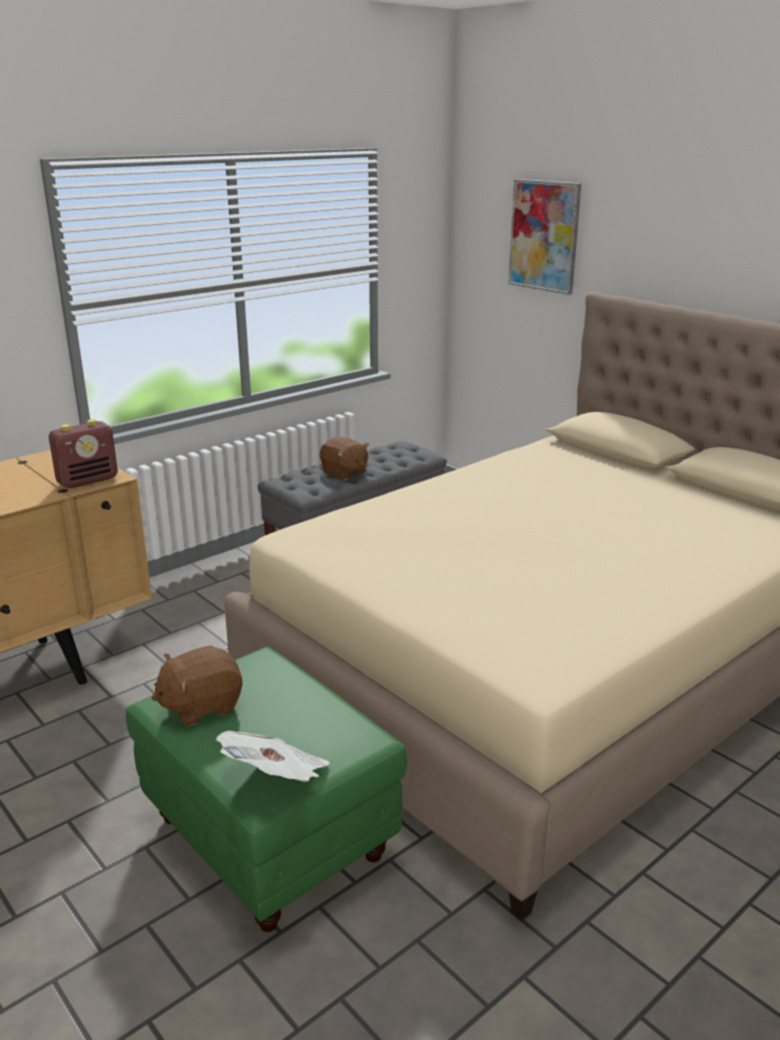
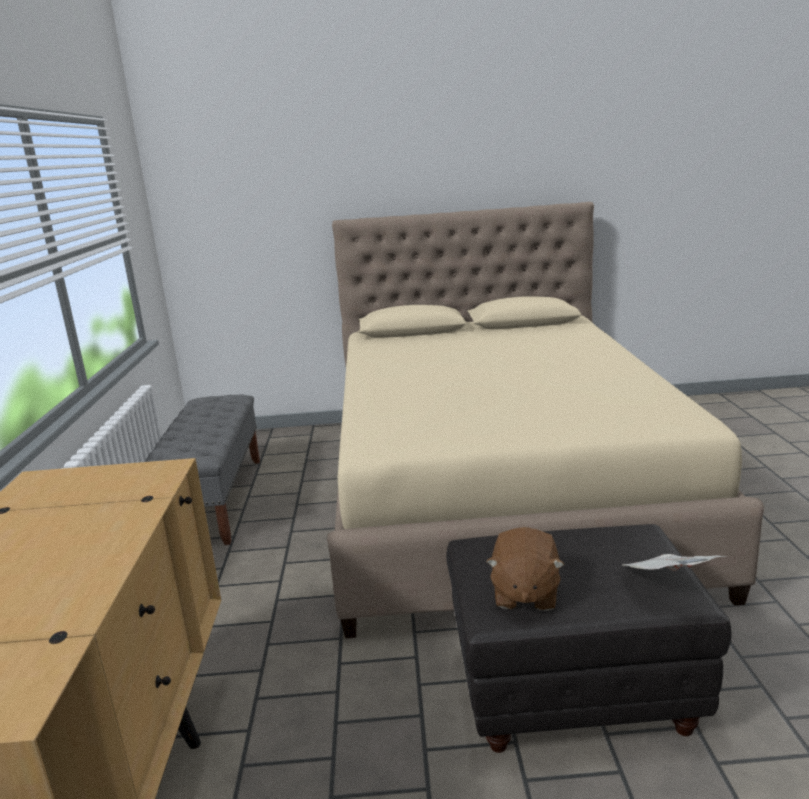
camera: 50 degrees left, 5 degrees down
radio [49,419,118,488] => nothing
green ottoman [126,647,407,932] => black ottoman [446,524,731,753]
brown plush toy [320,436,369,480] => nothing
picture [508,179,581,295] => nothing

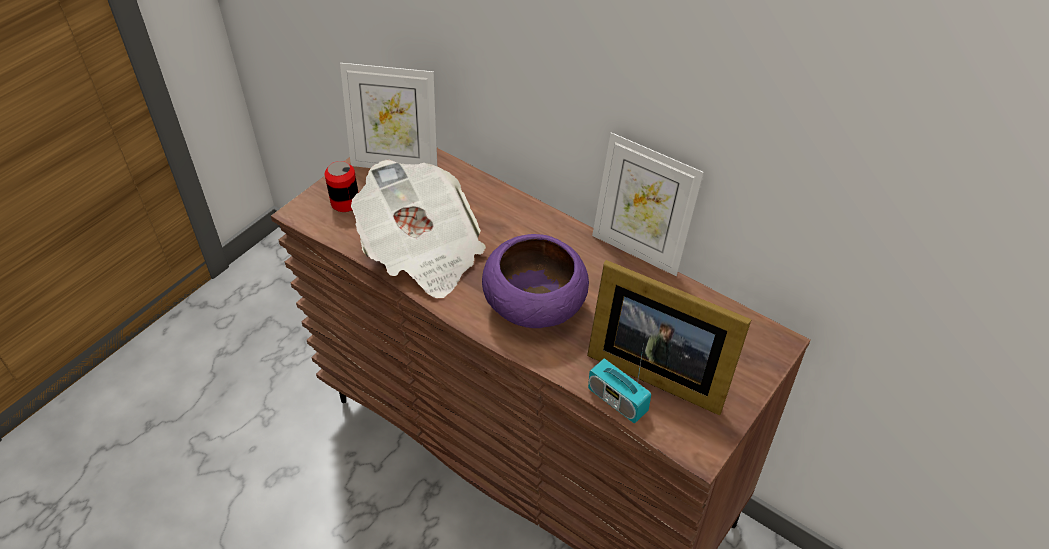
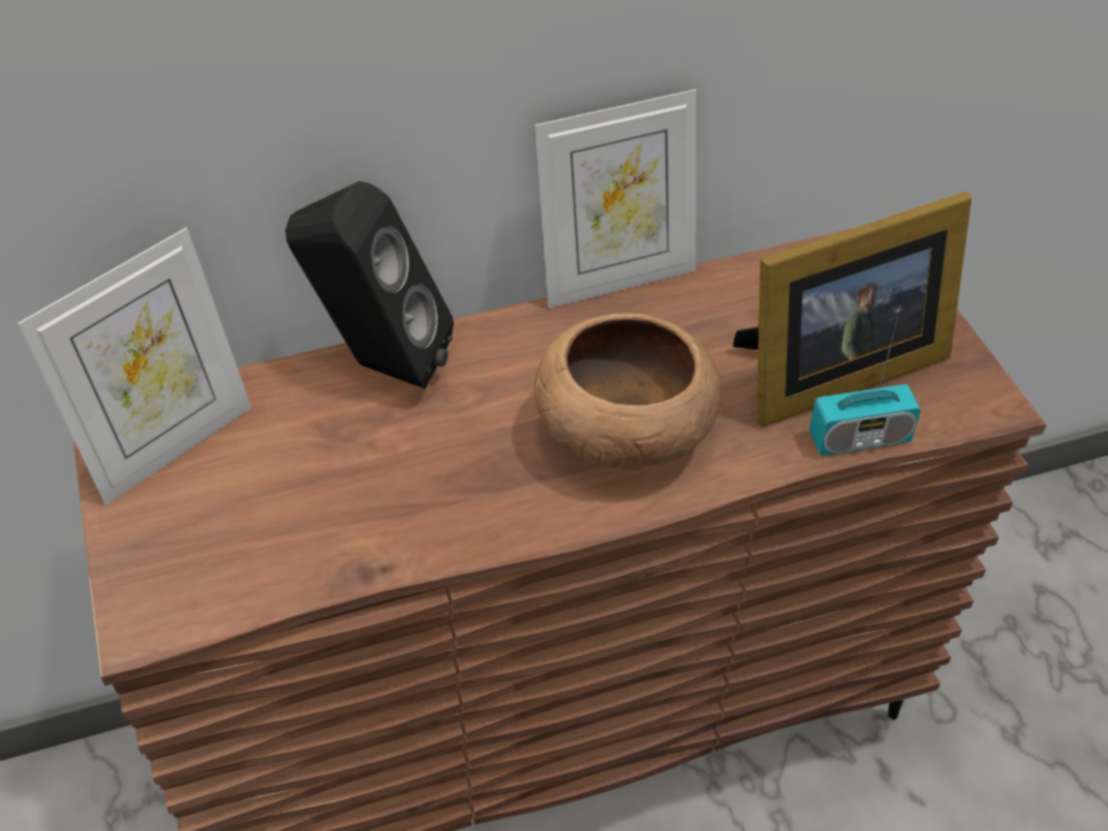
camera: 55 degrees left, 0 degrees up
can [325,161,359,212] => nothing
newspaper [351,159,486,298] => nothing
purple bowl [482,234,589,328] => brown bowl [534,313,722,470]
nothing => black speaker [285,181,454,389]

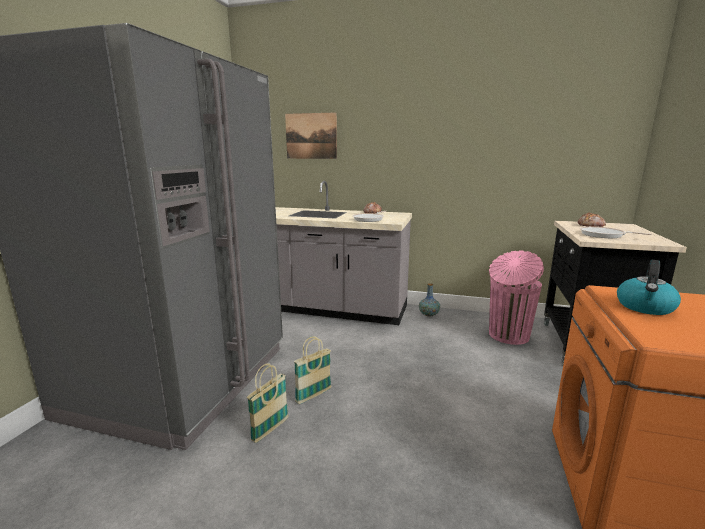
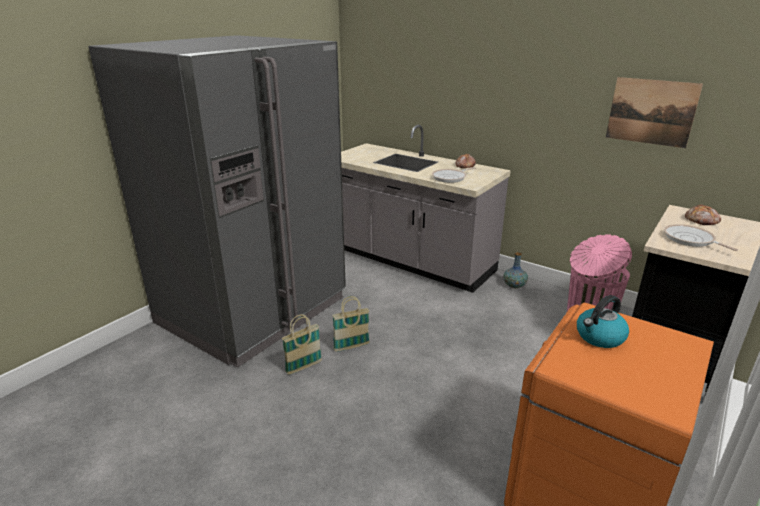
camera: 20 degrees right, 10 degrees up
picture [285,112,337,159] => picture [606,77,703,148], relocated

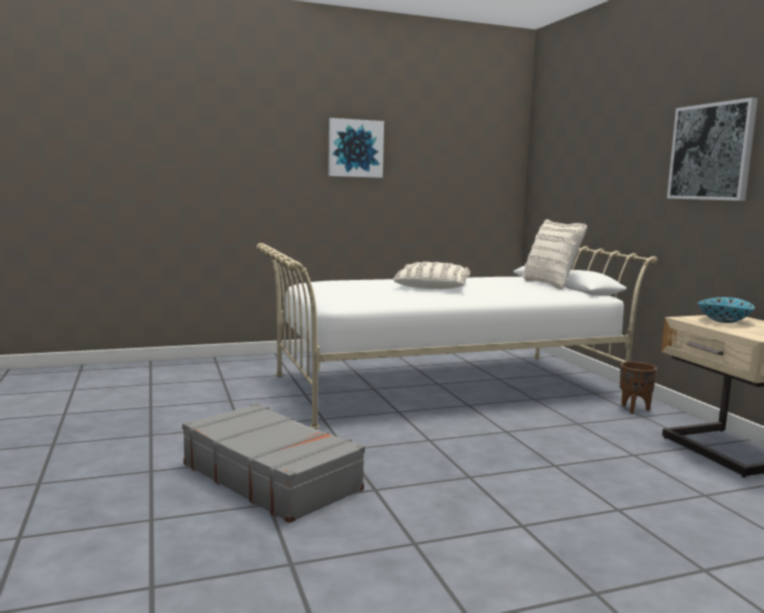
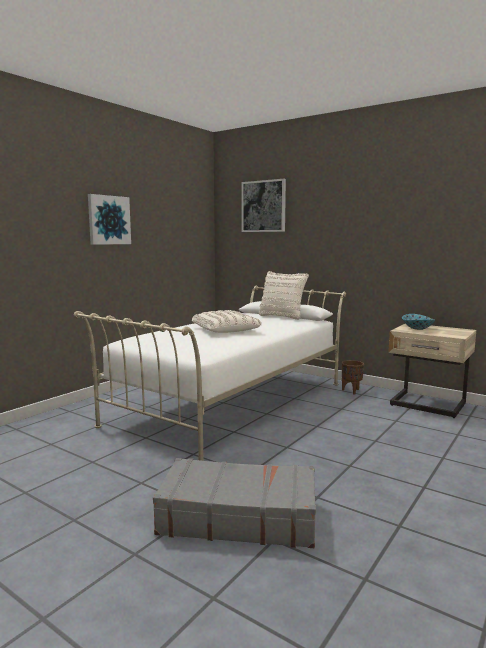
camera: 35 degrees left, 0 degrees up
picture [667,97,758,201] => picture [242,179,286,232], relocated

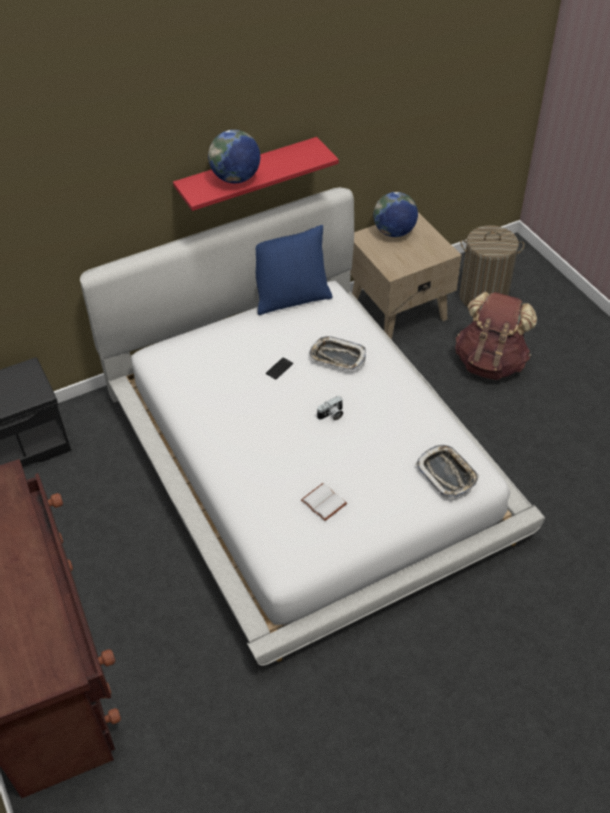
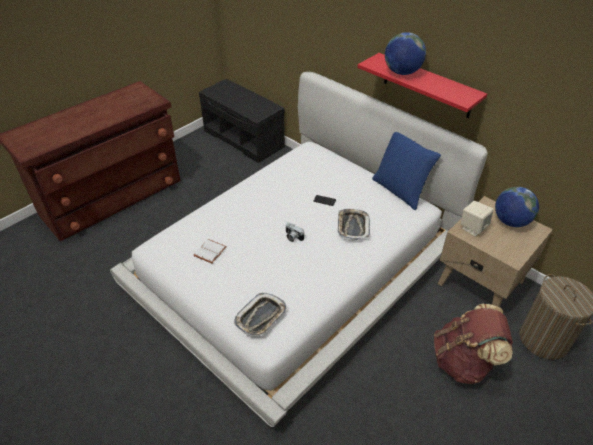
camera: 70 degrees right, 5 degrees down
nothing => beige speaker [461,201,494,236]

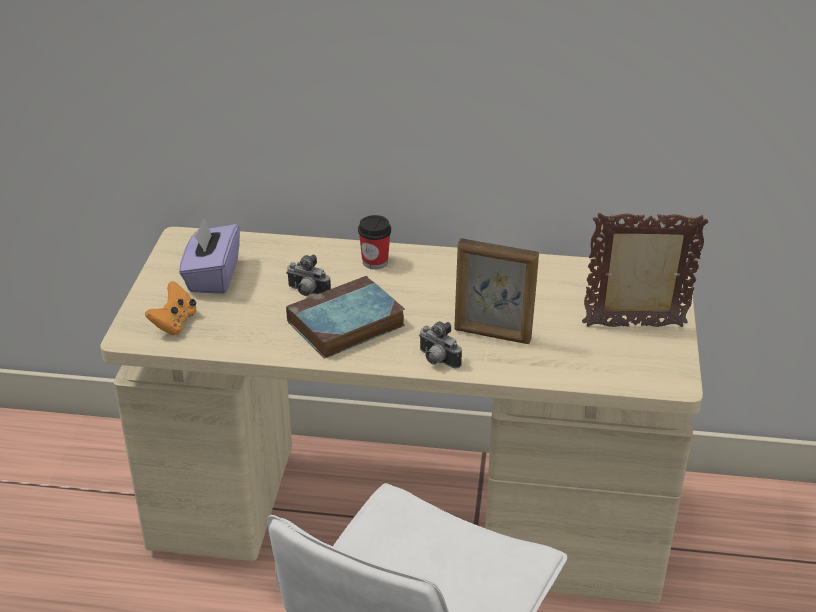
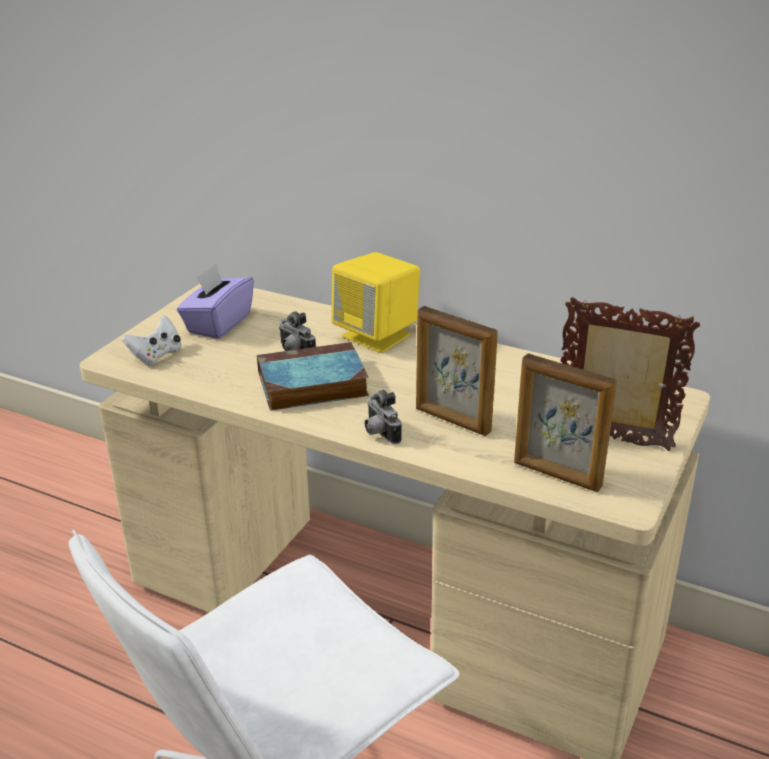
camera: 20 degrees right, 5 degrees down
orange game controller [145,281,196,335] => white game controller [123,315,181,365]
cup [358,215,391,269] => yellow speaker [331,252,420,353]
nothing => picture frame [514,353,617,492]

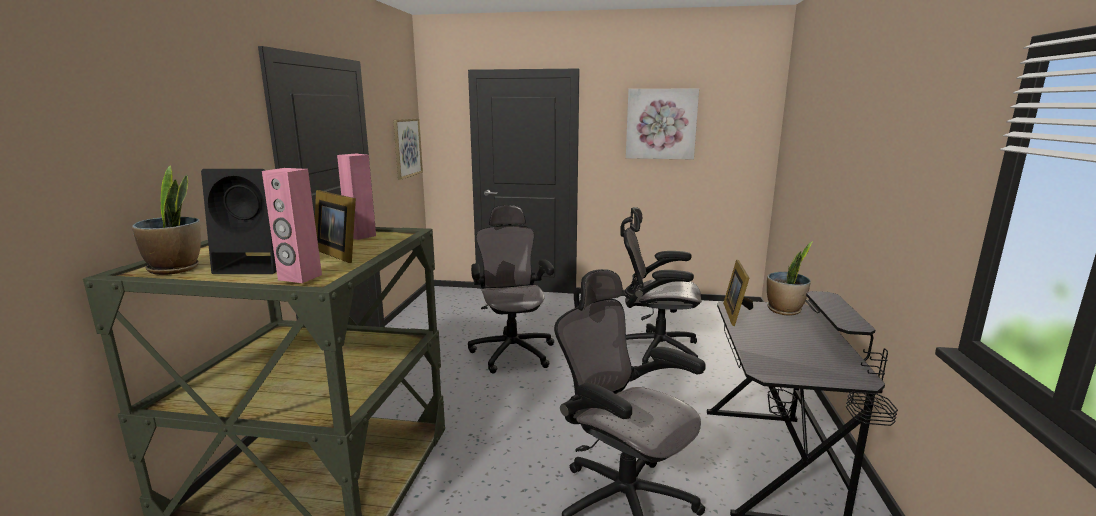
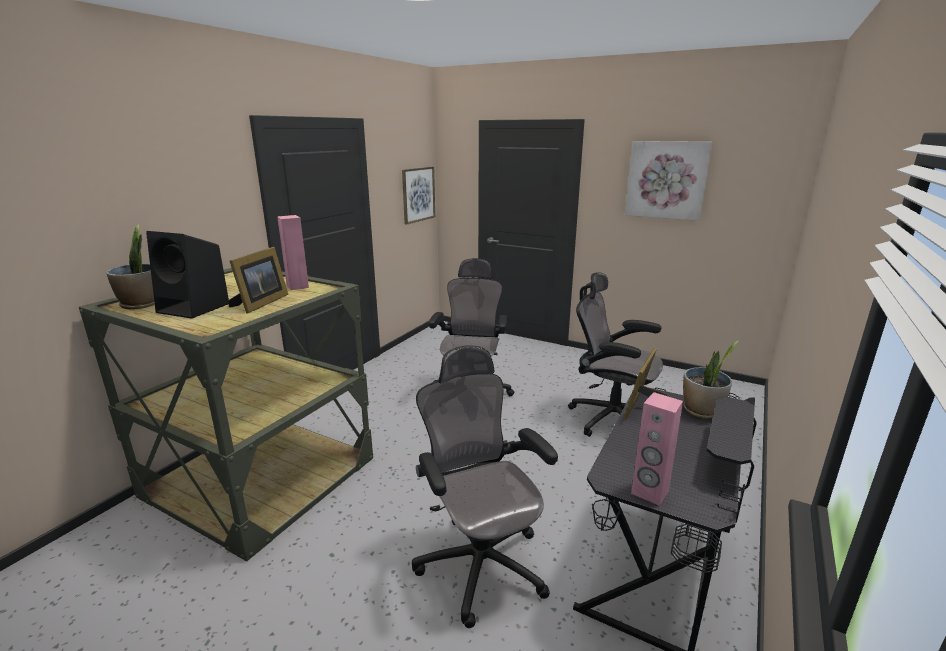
camera: 20 degrees right, 5 degrees up
pink speaker [262,168,322,283] => pink speaker [631,392,683,506], relocated
picture frame [315,190,356,263] => picture frame [229,247,288,314], 135 degrees counterclockwise

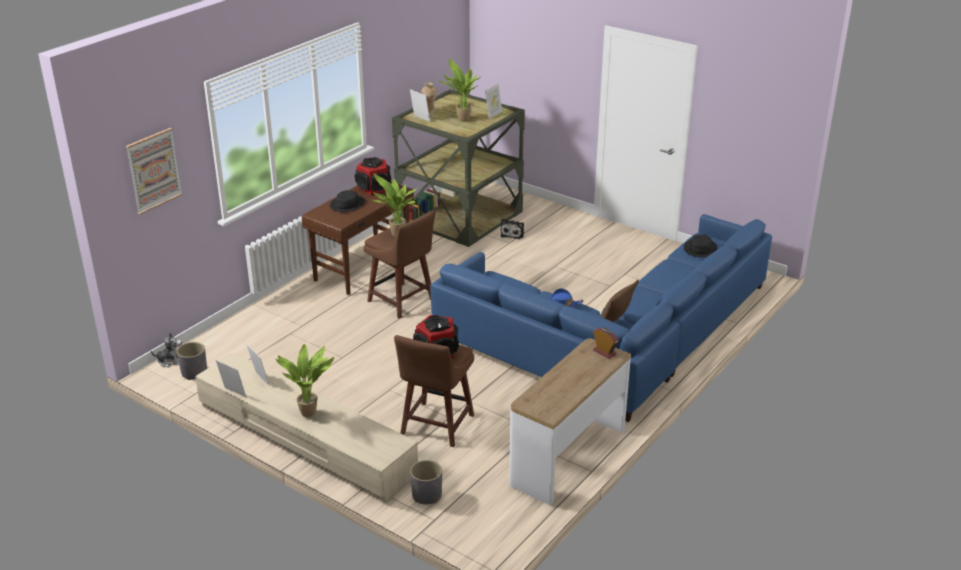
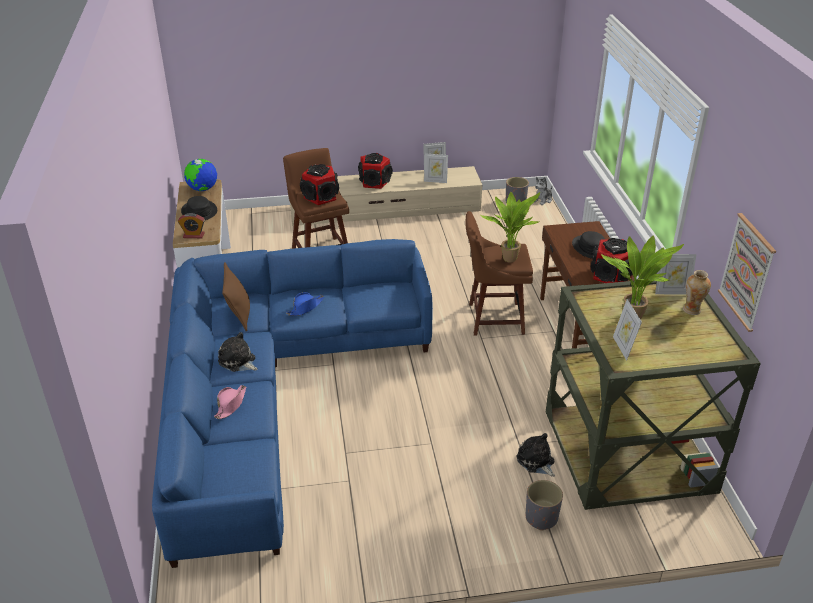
camera: 135 degrees right, 5 degrees up
picture [126,128,183,215] => picture [718,213,776,332], relocated
potted plant [276,344,334,417] => speaker [358,153,393,189]
grey planter [410,460,442,504] => grey planter [526,480,563,530], relocated
black hat [684,234,717,258] => black hat [181,196,217,220], relocated
nothing => globe [184,159,217,191]
nothing => pink hat [214,385,246,419]
nothing => plush toy [218,332,258,372]

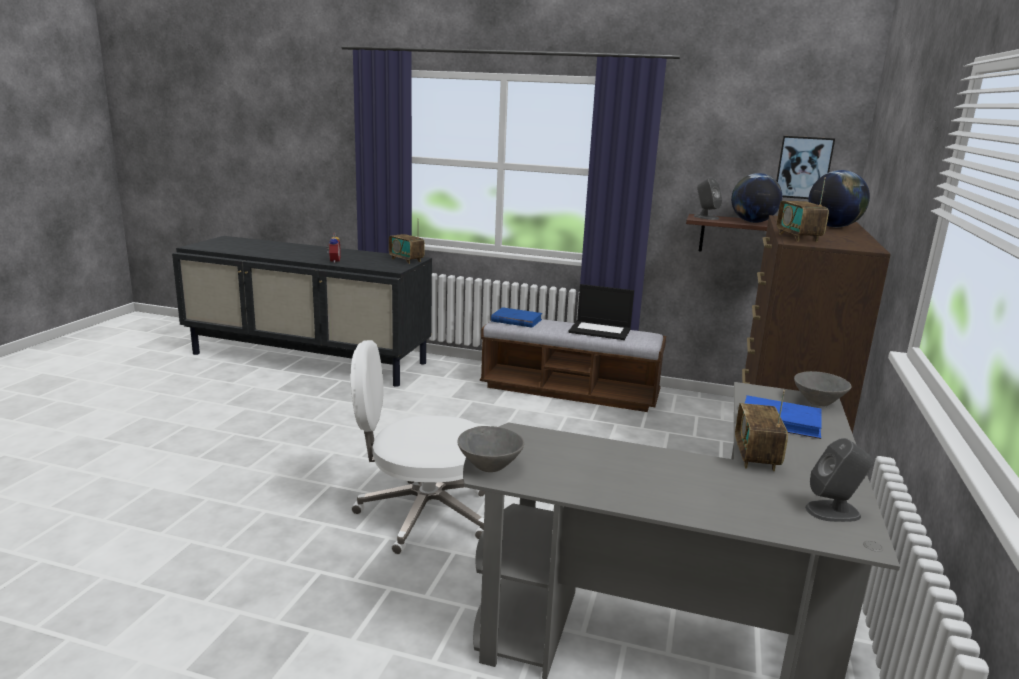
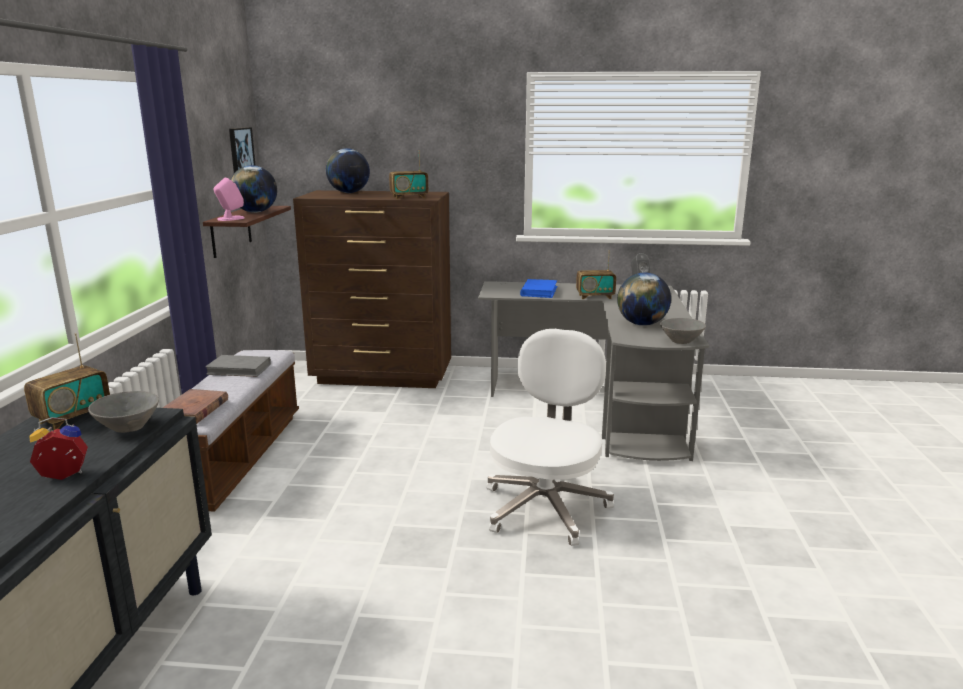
camera: 100 degrees left, 0 degrees up
white office chair [351,340,485,555] => white office chair [486,329,614,546], 150 degrees counterclockwise
blue book [491,307,542,328] => brown book [163,389,228,424]
laptop [569,284,634,340] => grey book [205,355,271,377]
grey speaker [694,178,722,220] => pink speaker [213,178,245,221]
grey bowl [794,371,852,406] => grey bowl [88,391,159,433], relocated
nothing => globe [617,272,671,326]

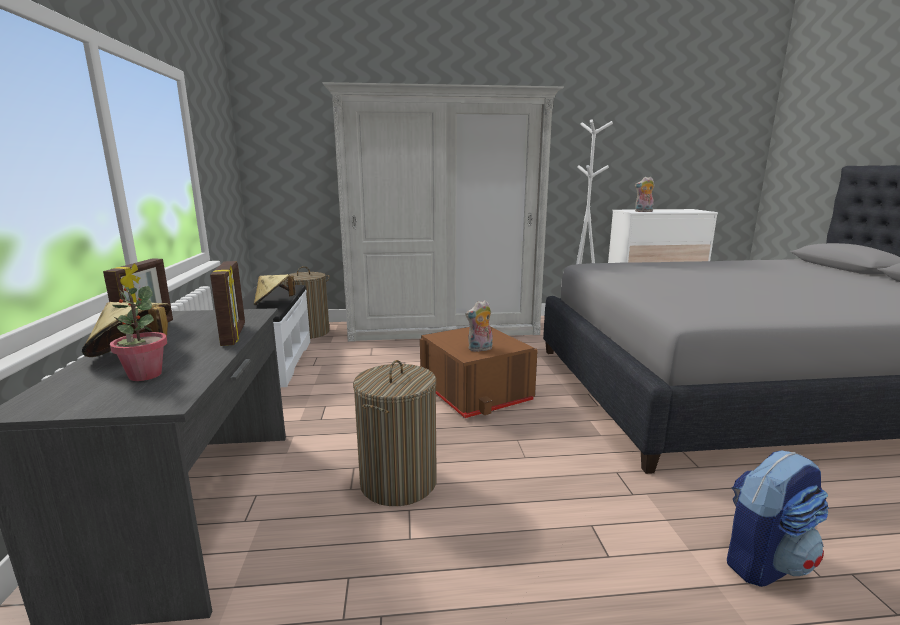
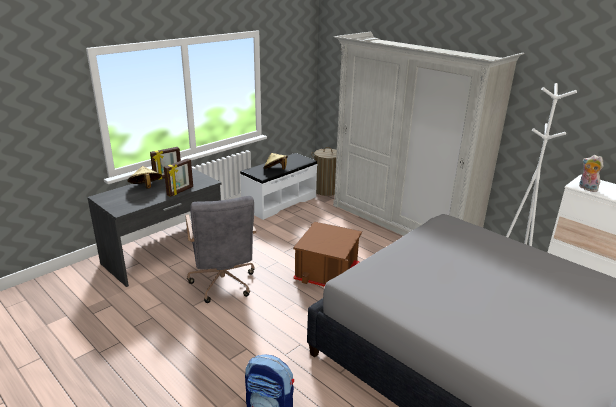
camera: 50 degrees right, 10 degrees up
potted plant [110,286,167,381] => nothing
laundry basket [353,360,437,506] => grey office chair [185,196,256,303]
plush toy [465,300,493,352] => nothing

